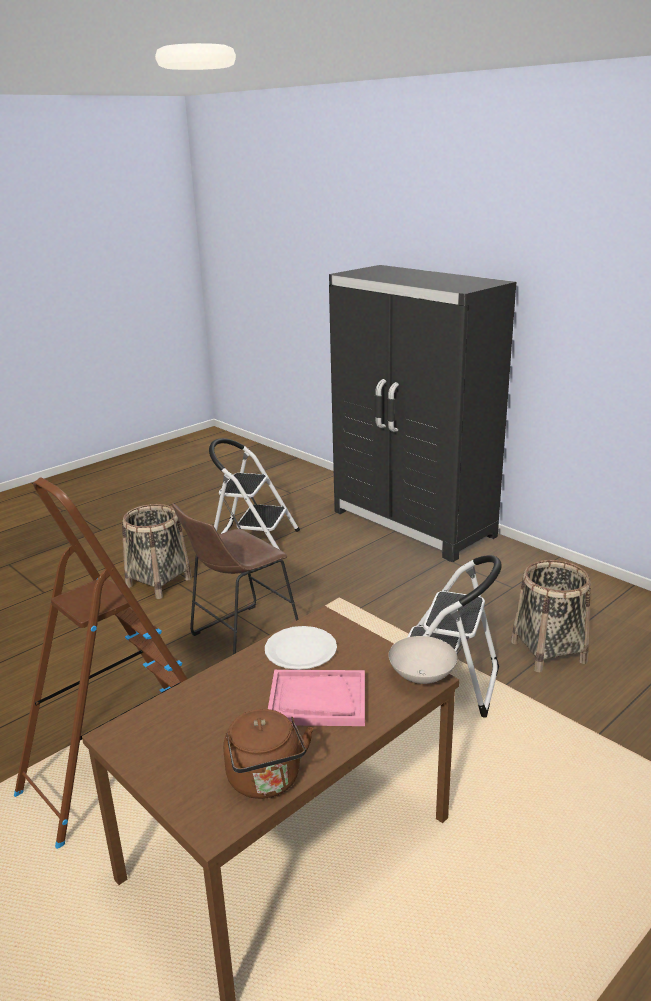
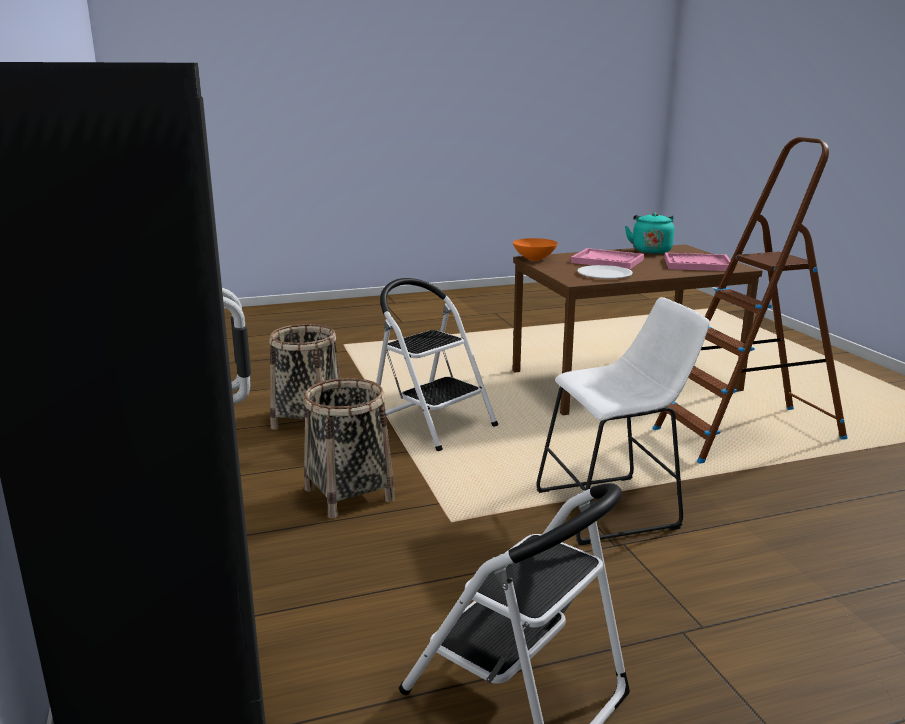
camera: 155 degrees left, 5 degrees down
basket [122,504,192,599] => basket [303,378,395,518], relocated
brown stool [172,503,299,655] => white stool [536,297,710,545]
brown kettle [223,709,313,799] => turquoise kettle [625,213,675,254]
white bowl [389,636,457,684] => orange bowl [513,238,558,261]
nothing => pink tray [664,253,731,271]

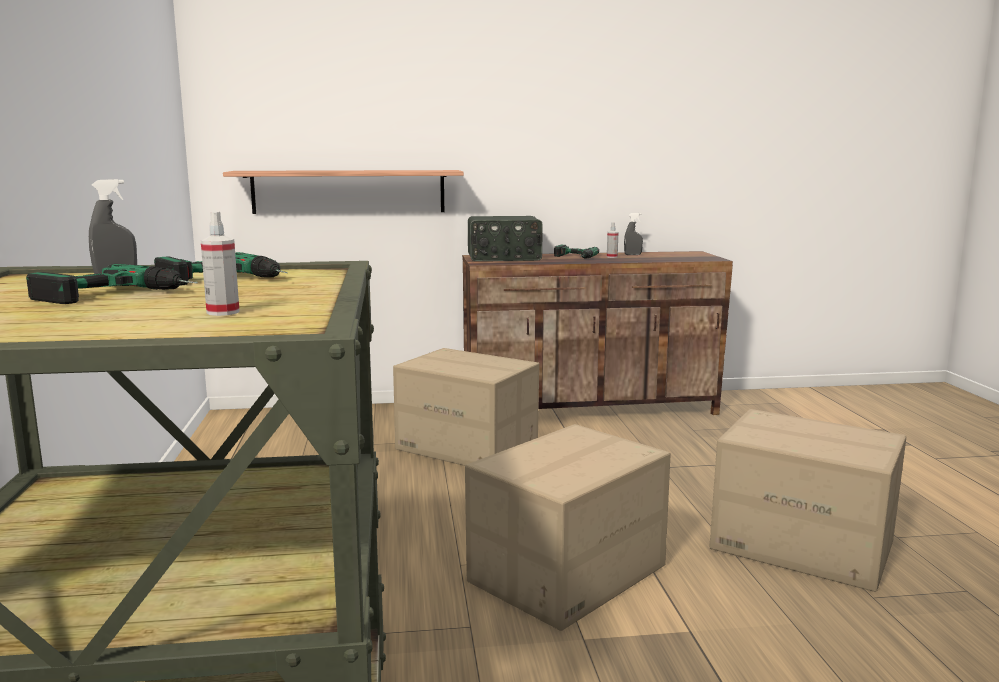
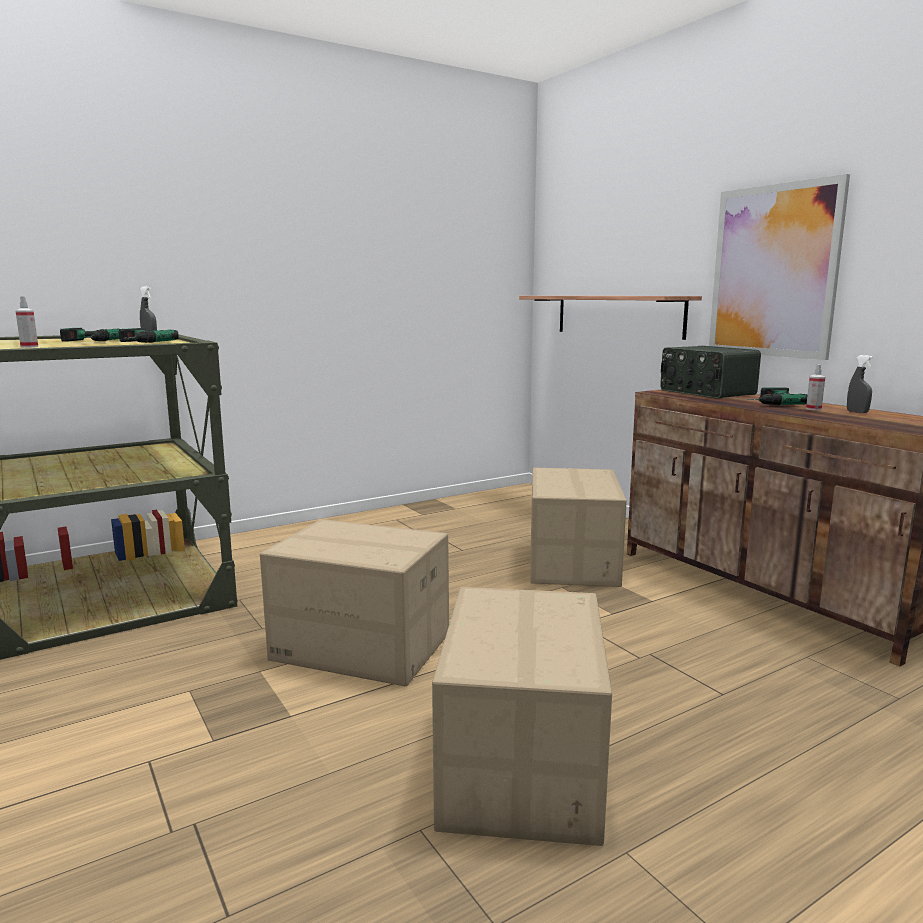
camera: 65 degrees right, 0 degrees up
nothing => picture [709,174,850,360]

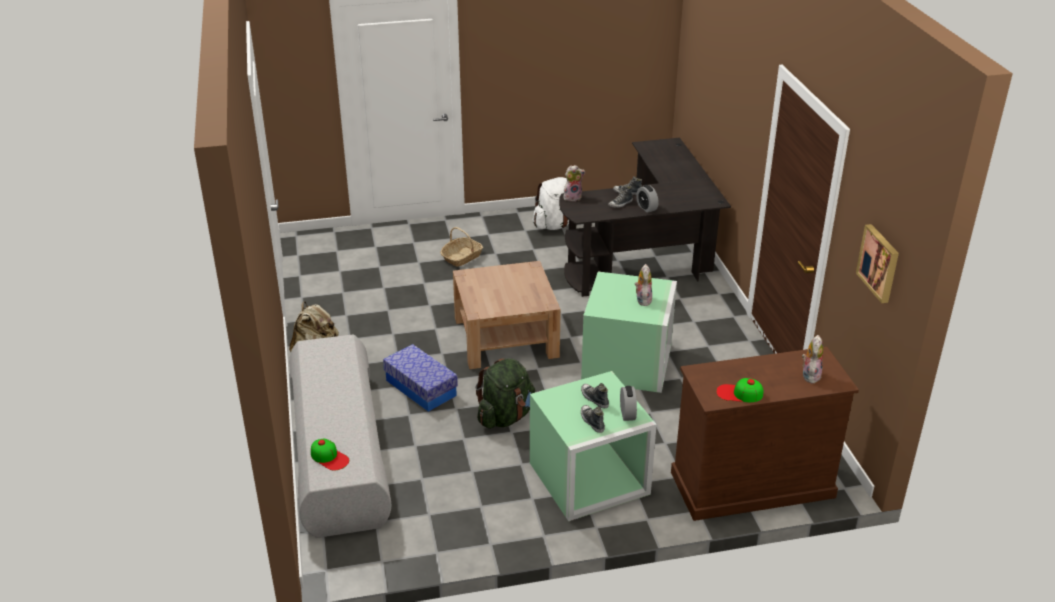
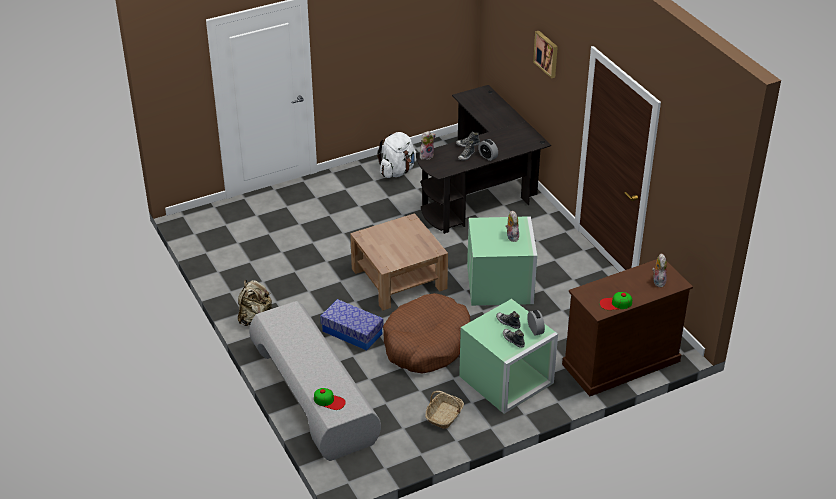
camera: 15 degrees left, 5 degrees up
basket [440,227,483,266] => basket [425,391,464,429], relocated
green backpack [476,358,535,429] => brown dog bed [383,293,470,374]
picture [856,224,899,303] => picture [533,31,558,79], relocated

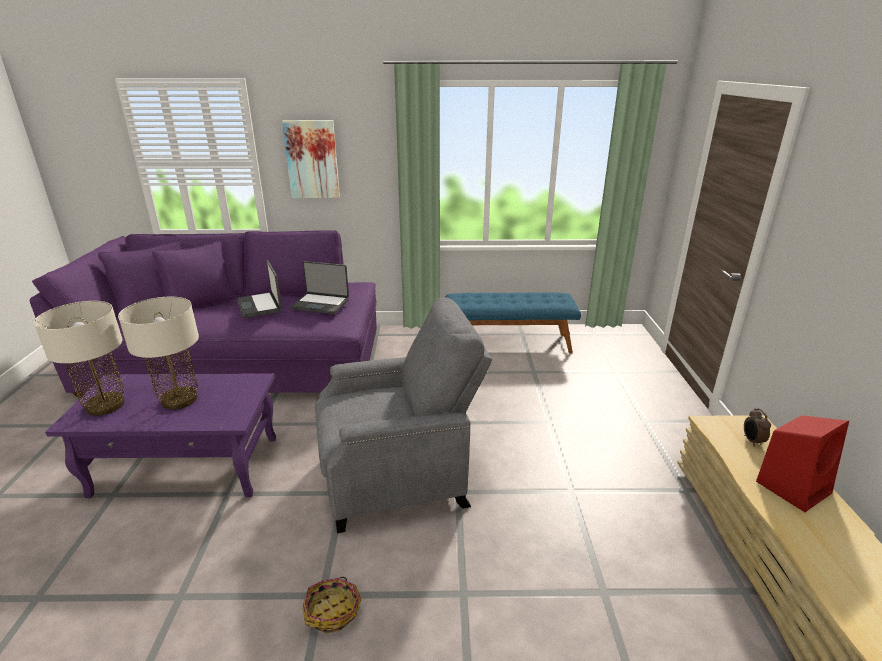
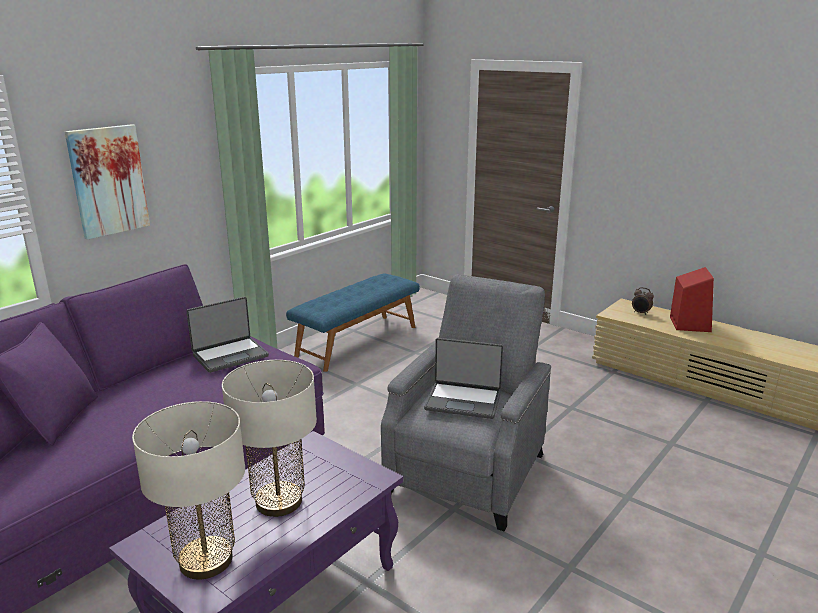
camera: 50 degrees left, 5 degrees down
laptop [236,260,282,318] => laptop [424,338,503,419], relocated
basket [302,577,361,633] => nothing

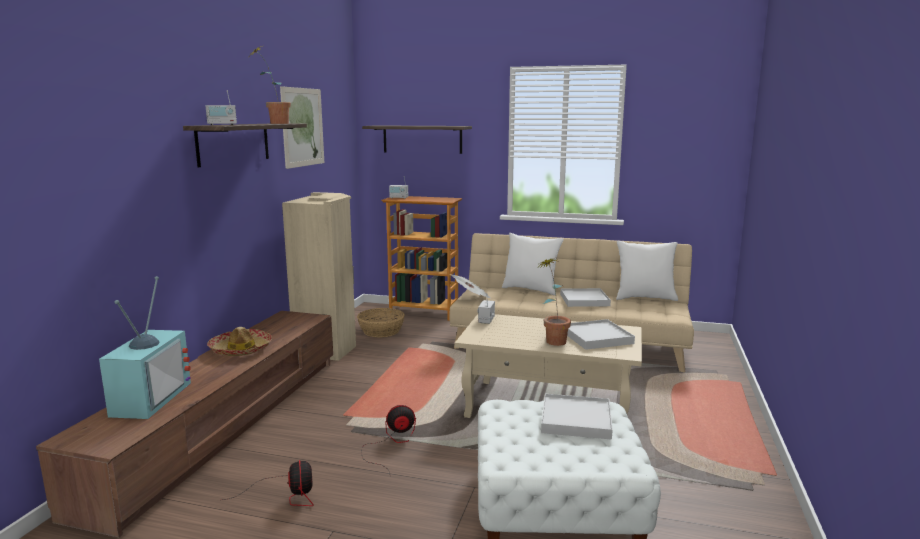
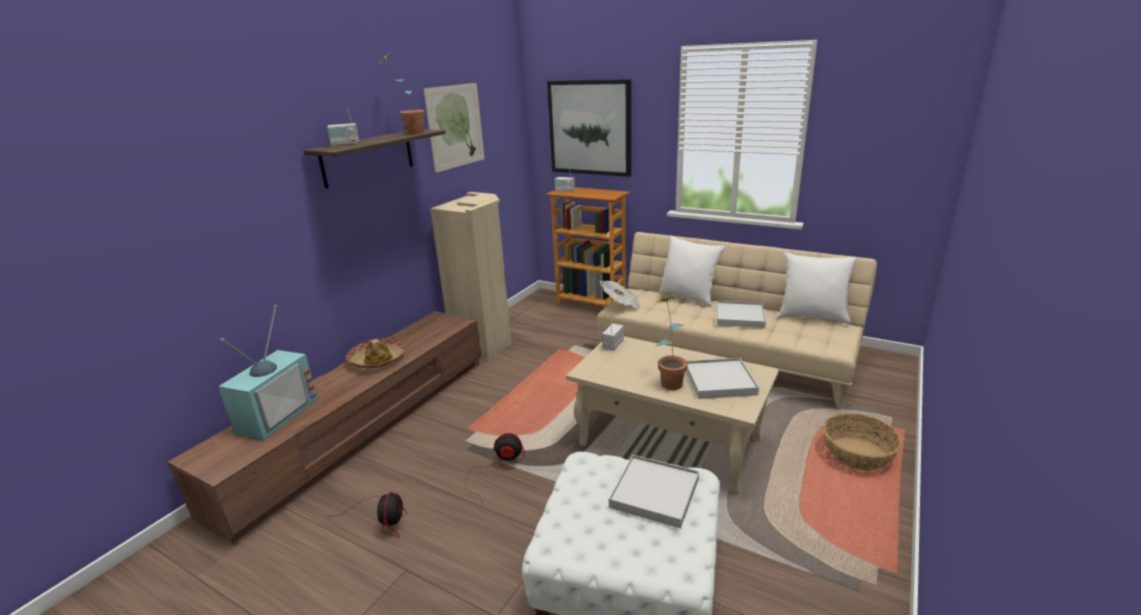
camera: 15 degrees right, 10 degrees up
basket [357,308,405,337] => basket [823,413,902,471], relocated
shelf [362,125,472,154] => picture [547,79,631,177]

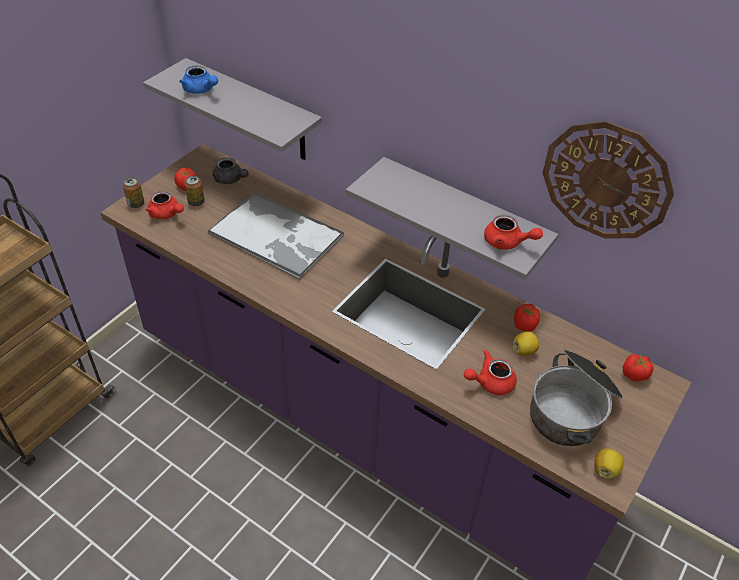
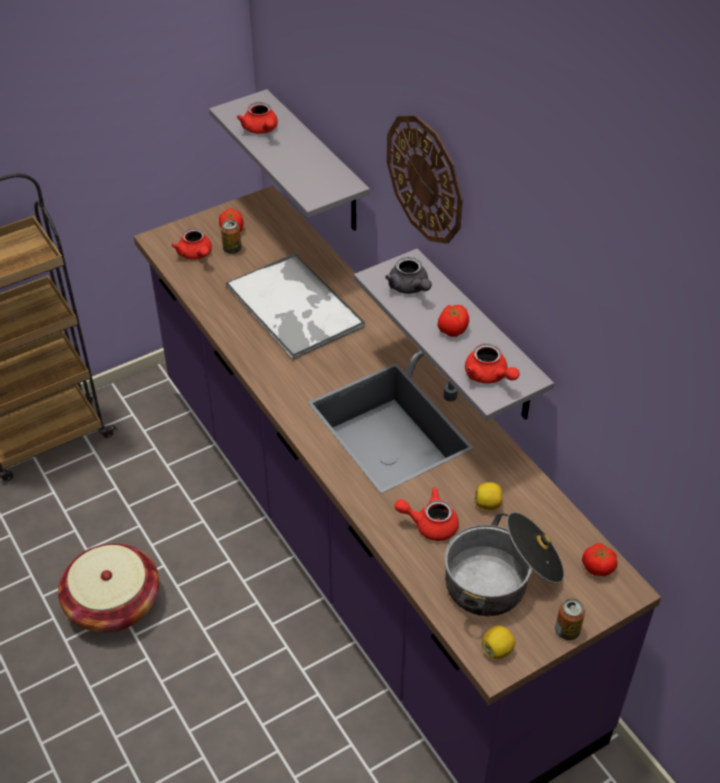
camera: 25 degrees right, 0 degrees up
can [123,177,144,208] => can [555,598,585,640], relocated
blue teapot [179,65,218,94] => red teapot [237,102,278,134]
grey teapot [212,157,248,184] => grey teapot [385,257,432,294], relocated
tomato [514,304,540,331] => tomato [438,305,469,337], relocated
wall clock [543,121,674,239] => wall clock [387,115,463,244], relocated
nothing => basket [58,543,159,633]

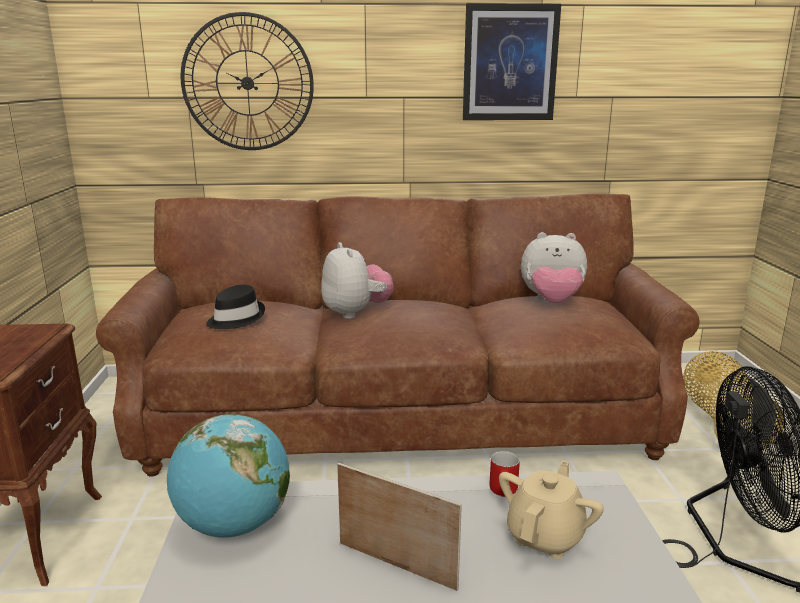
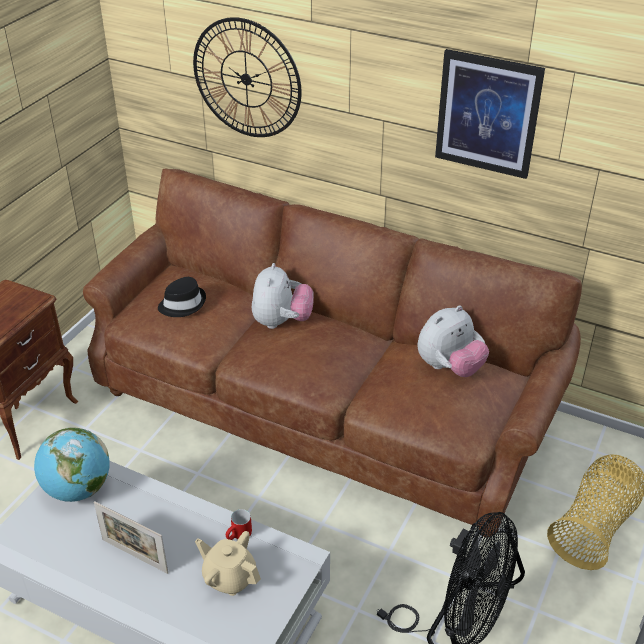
camera: 30 degrees right, 20 degrees up
picture frame [337,463,462,591] => picture frame [94,501,168,574], 150 degrees clockwise
beige teapot [499,461,604,559] => beige teapot [195,531,261,596], 120 degrees counterclockwise
plush toy [521,232,587,303] => plush toy [417,305,489,377], 75 degrees counterclockwise

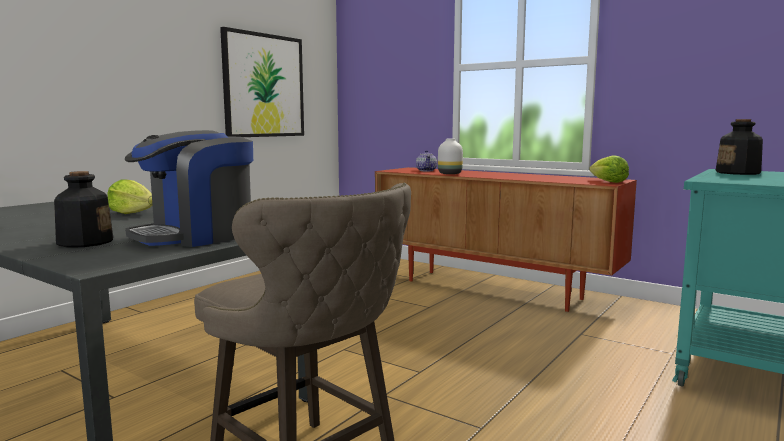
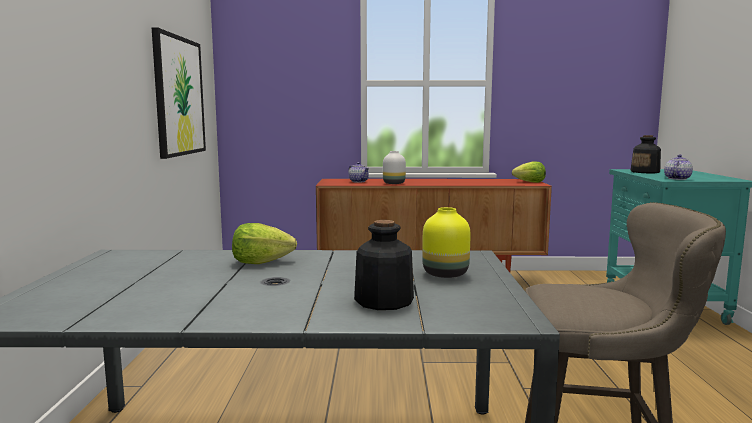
camera: 35 degrees left, 0 degrees up
coffee machine [125,130,253,247] => yellow vase [422,207,471,278]
nothing => teapot [664,154,693,180]

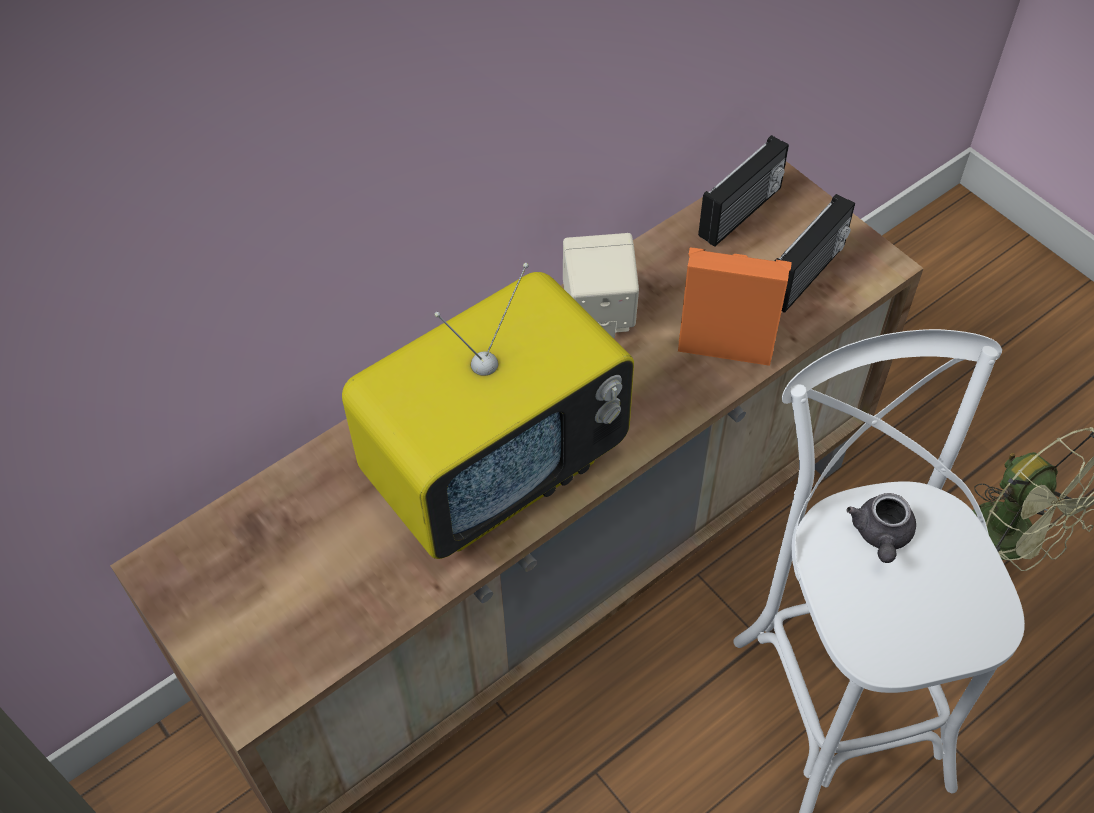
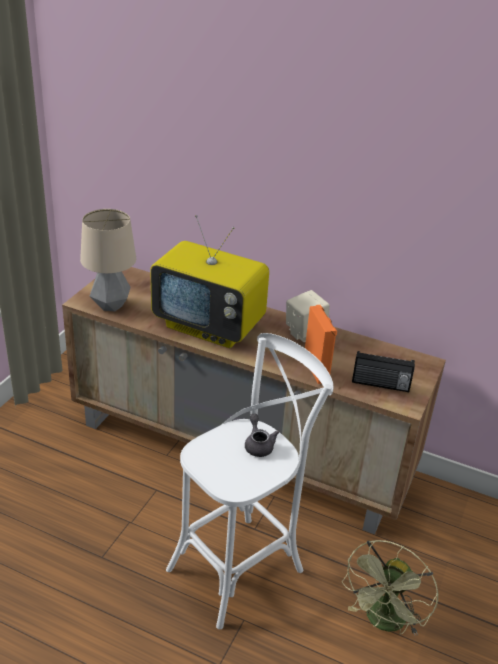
camera: 60 degrees right, 20 degrees down
radio [698,135,789,247] => nothing
grey teapot [846,493,916,563] => grey teapot [245,414,280,457], 90 degrees clockwise
nothing => table lamp [80,209,136,311]

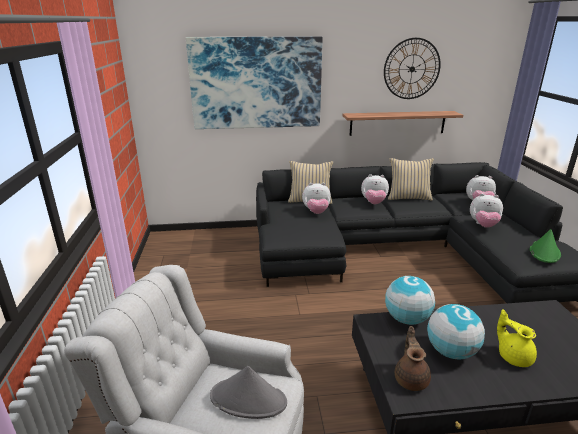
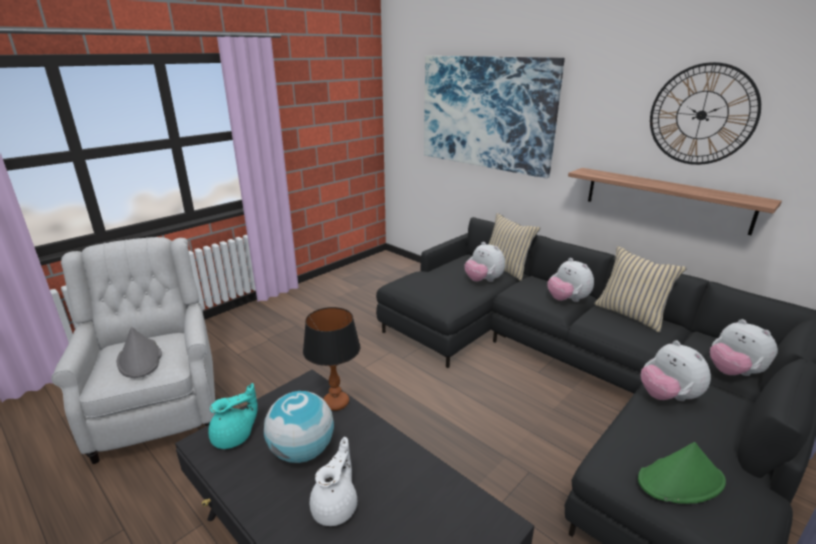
camera: 50 degrees right, 0 degrees up
globe [385,276,435,325] => table lamp [303,307,360,411]
brown teapot [395,326,431,391] => turquoise teapot [208,383,258,449]
yellow teapot [497,309,537,367] => white teapot [310,437,357,526]

